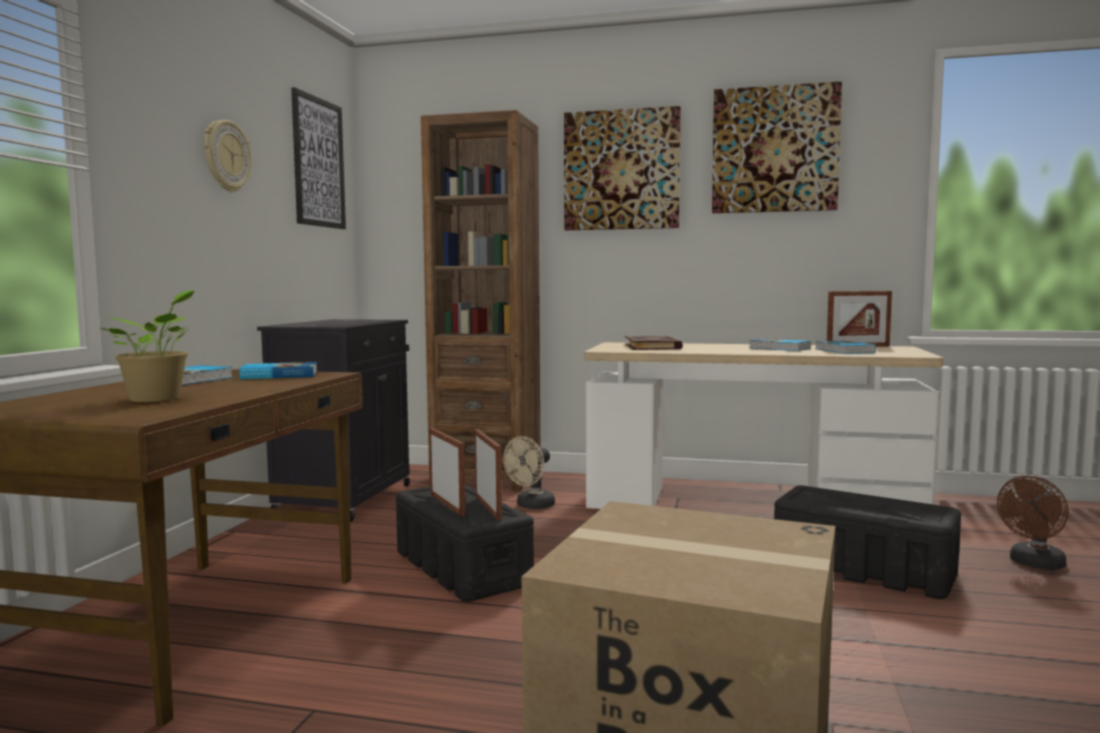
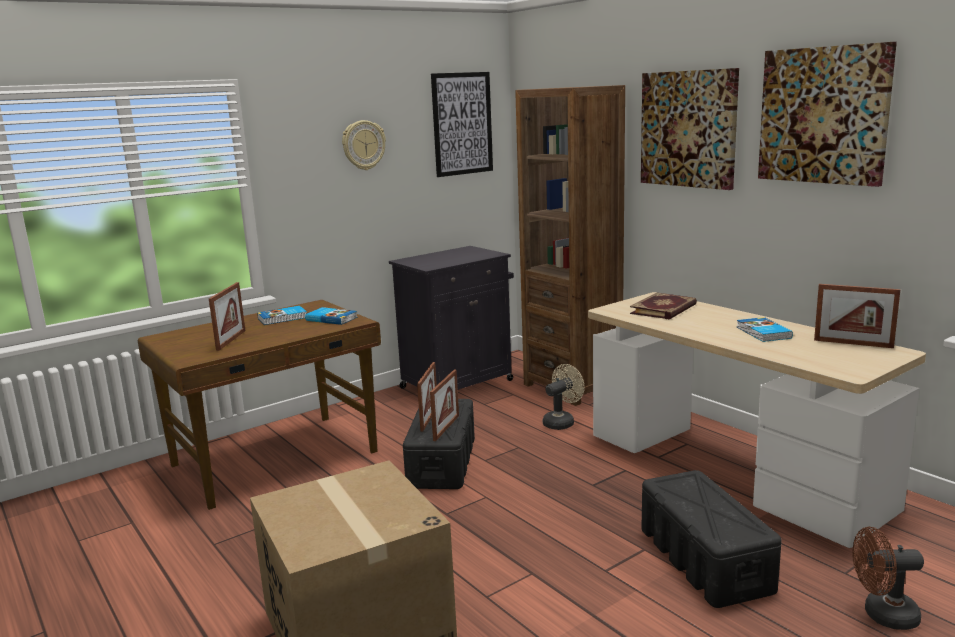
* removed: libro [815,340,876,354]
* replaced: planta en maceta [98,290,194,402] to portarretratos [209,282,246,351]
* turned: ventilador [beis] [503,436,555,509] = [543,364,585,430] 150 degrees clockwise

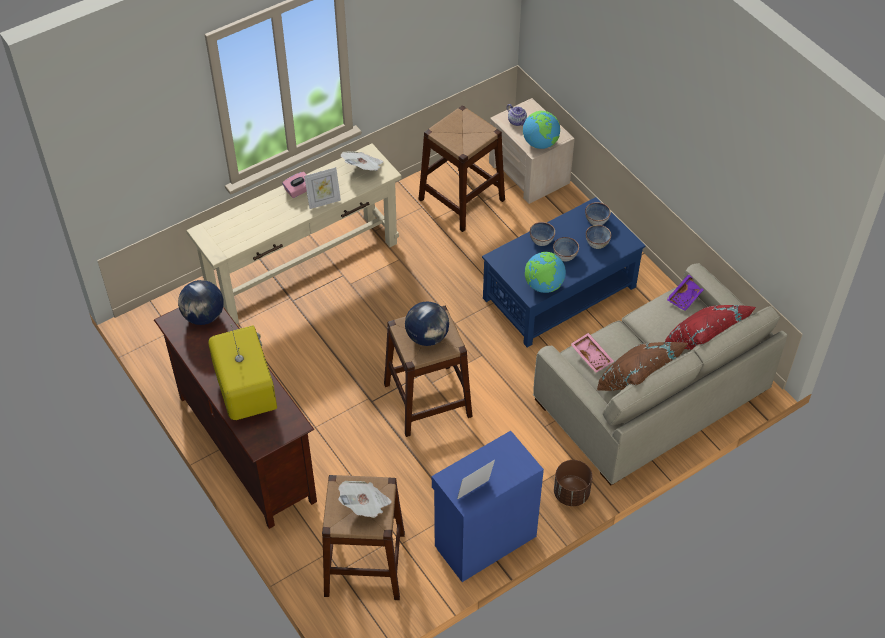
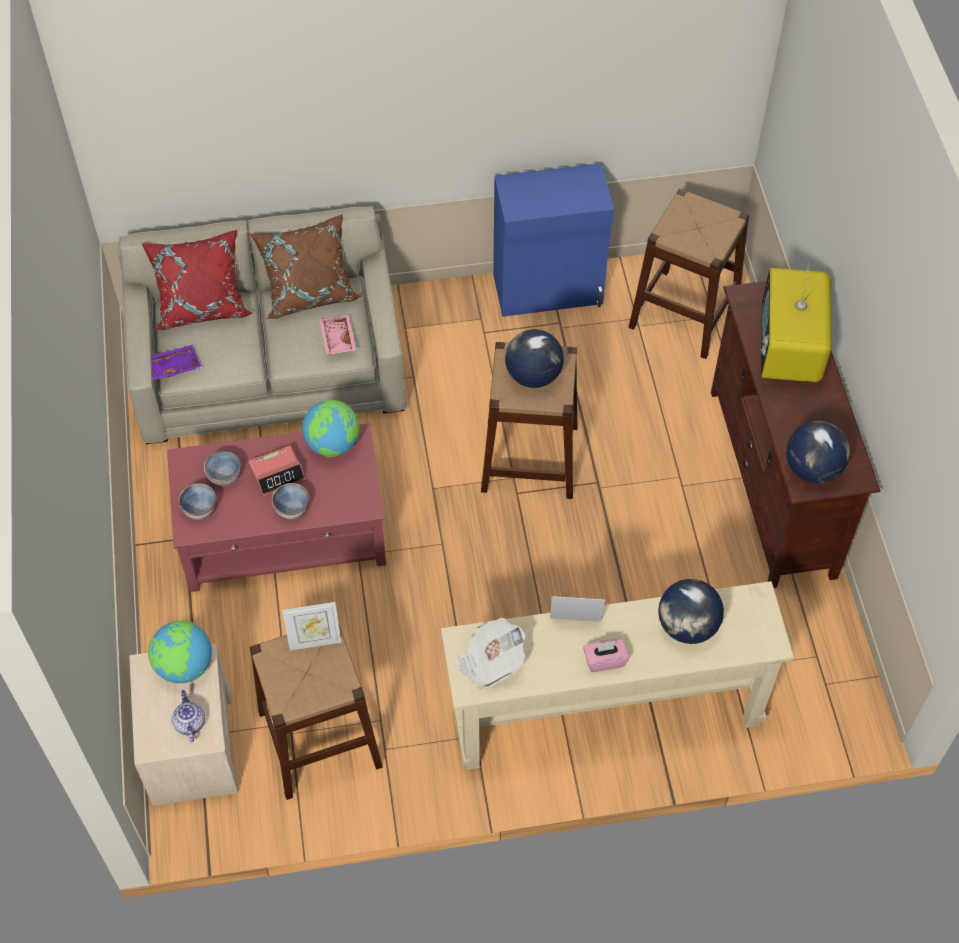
* removed: periódico [338,481,392,518]
* removed: maceta [marrón] [554,460,593,506]
* added: globo terráqueo [658,579,724,644]
* moved: portarretratos [457,460,495,500] to [282,602,341,651]
* replaced: cuenco [553,237,579,261] to despertador [249,445,306,497]
* recoloured: mesa de centro [azul] [482,197,645,347] to mesa de centro [rojo] [167,423,386,592]

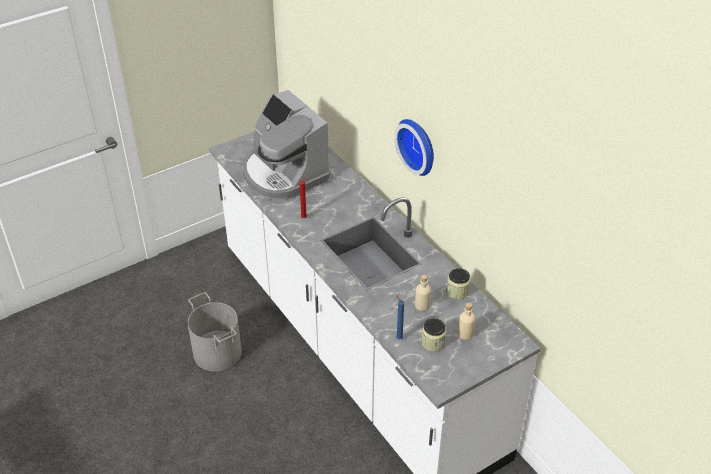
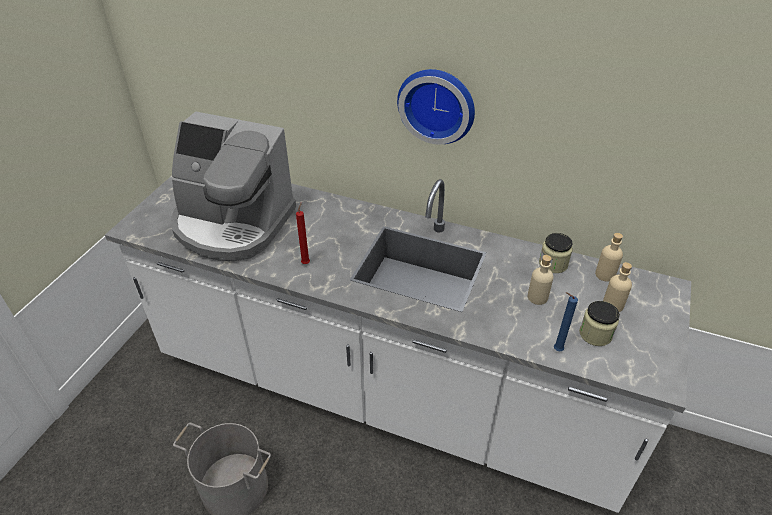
* added: botella [beis] [595,233,623,282]

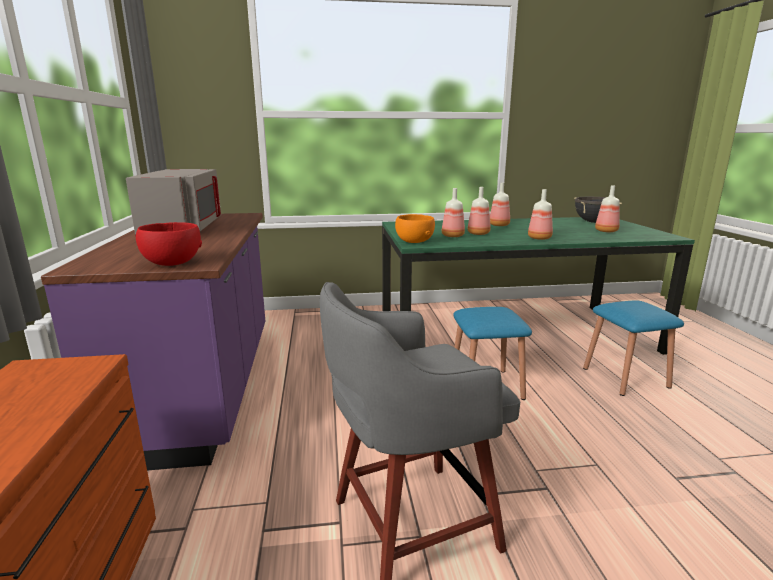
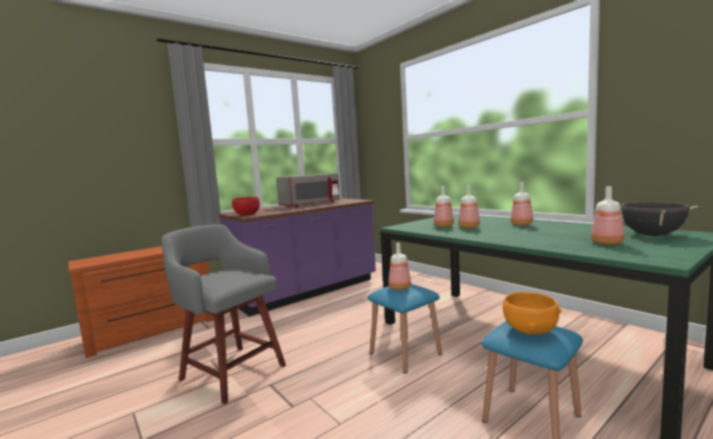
* moved: cuenco [naranja] [395,214,435,243] to [503,292,561,335]
* moved: botella [528,189,553,240] to [389,243,411,290]

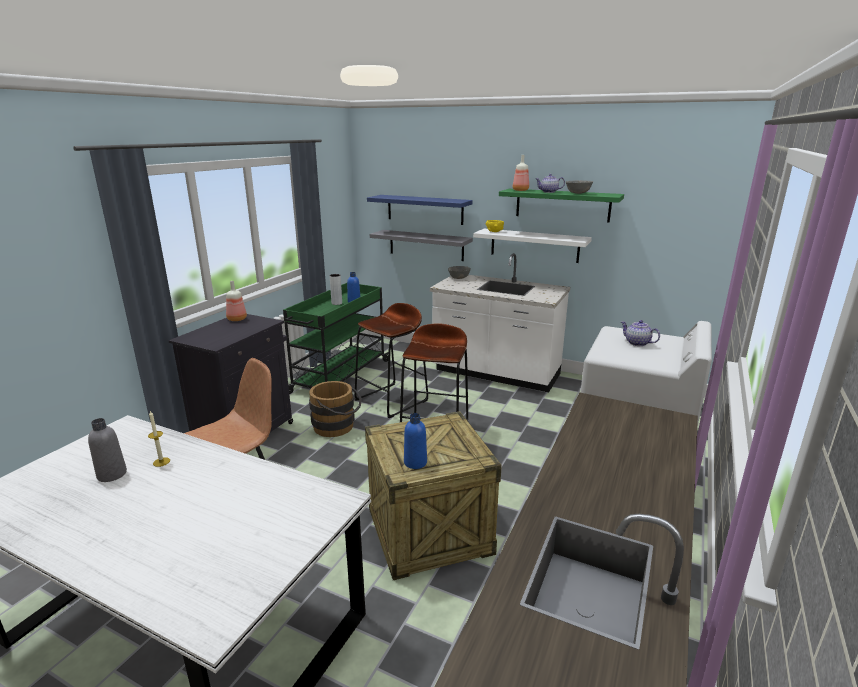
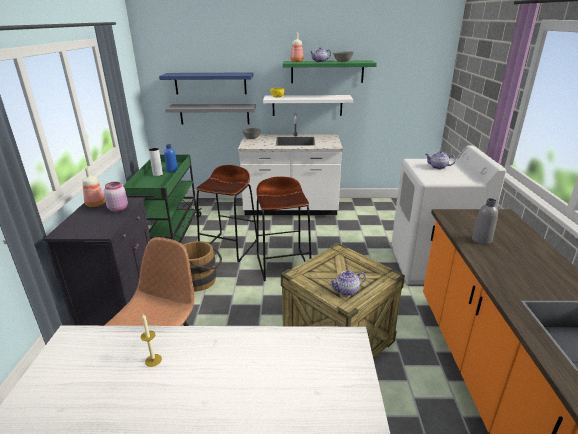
* added: tarro [rosa] [103,182,128,212]
* moved: botella [gris] [88,418,127,482] to [472,198,498,244]
* replaced: botella [azul] [404,413,427,469] to tetera [329,271,366,296]

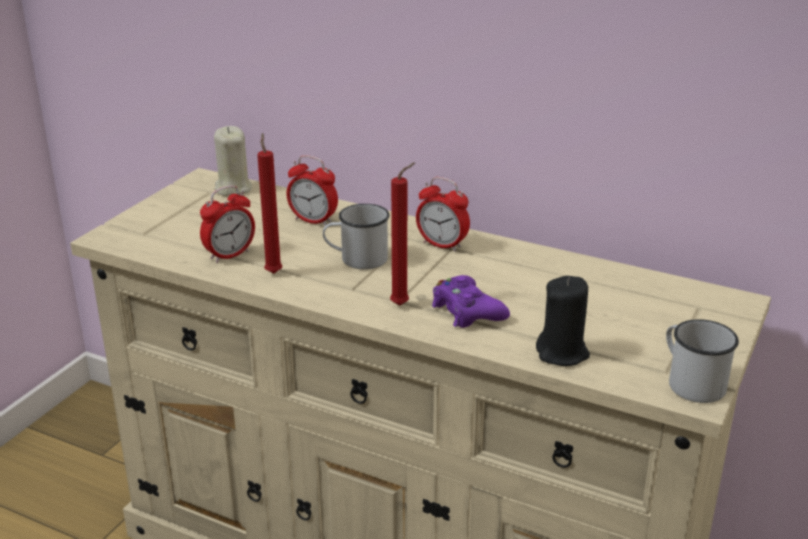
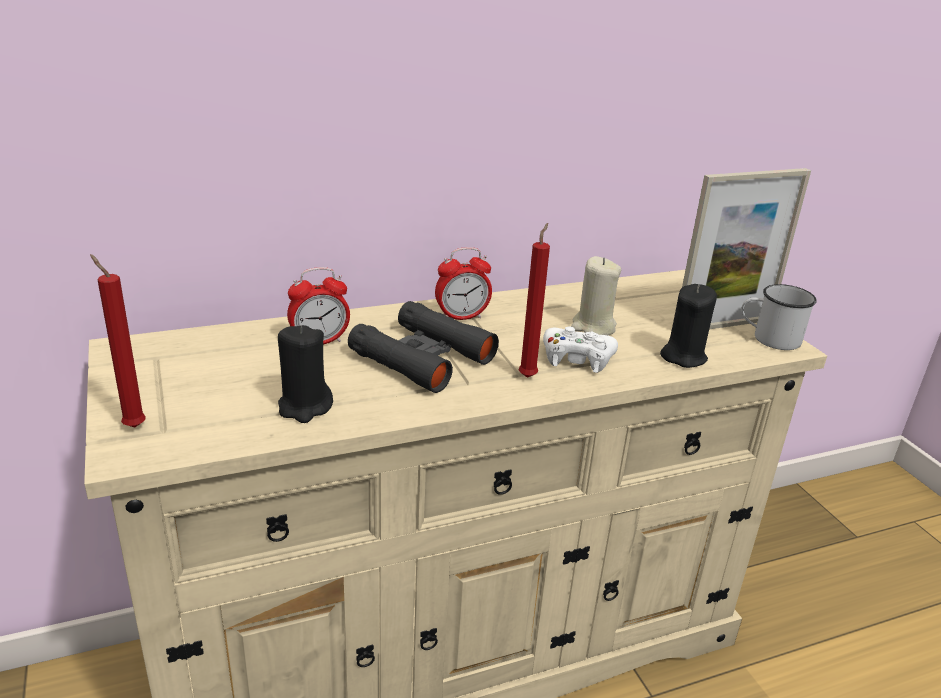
* added: portarretratos [682,168,811,329]
* moved: vela [beis] [214,126,252,196] to [571,256,621,335]
* moved: vela [rojo] [257,133,282,274] to [90,254,146,427]
* replaced: despertador [200,185,255,263] to vela [negro] [278,325,333,423]
* replaced: taza grande [blanco] [323,204,389,270] to prismáticos [negro] [348,301,499,393]
* recoloured: mando de consola [morado] [432,275,510,328] to mando de consola [blanco] [543,327,618,373]

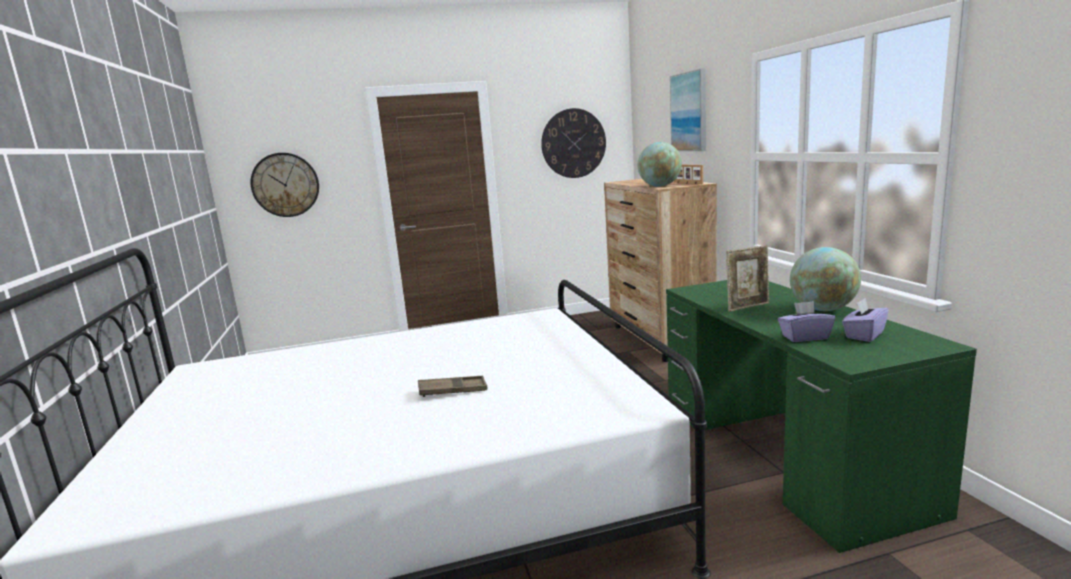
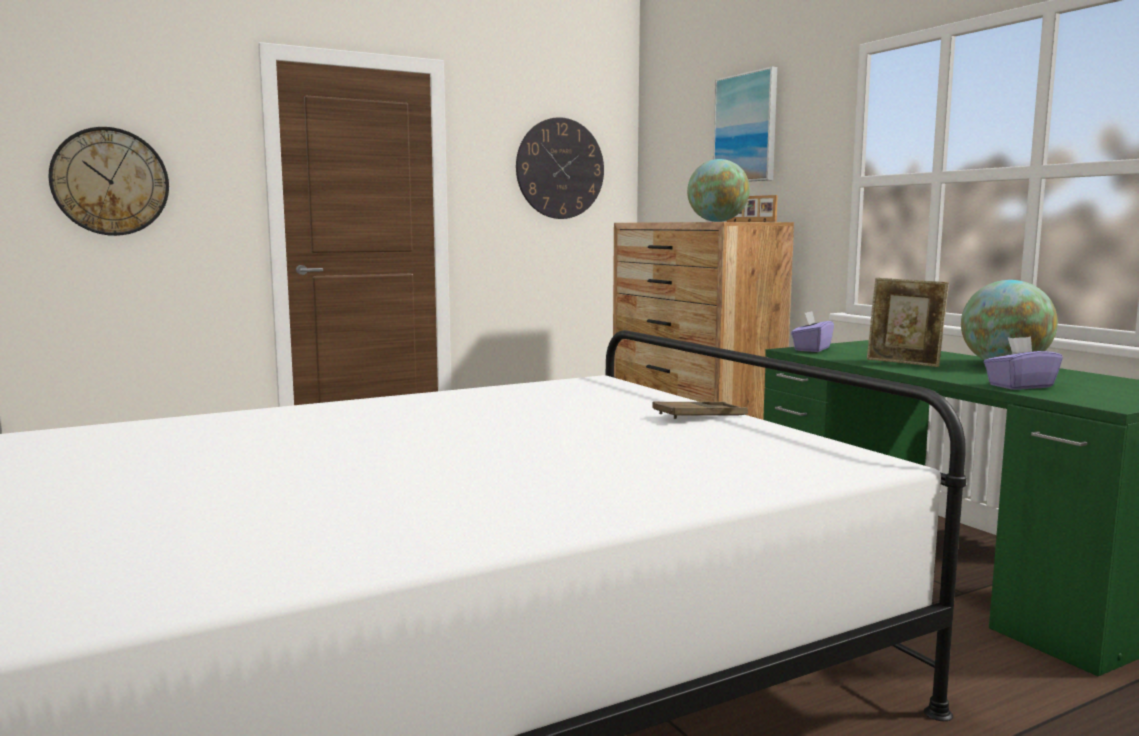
* moved: bandeja [marrón] [418,376,487,397] to [652,402,748,419]
* moved: caja de pañuelos [morado] [842,298,889,342] to [791,311,834,352]
* turned: portarretratos [726,245,769,312] = [867,278,949,367] 75 degrees clockwise

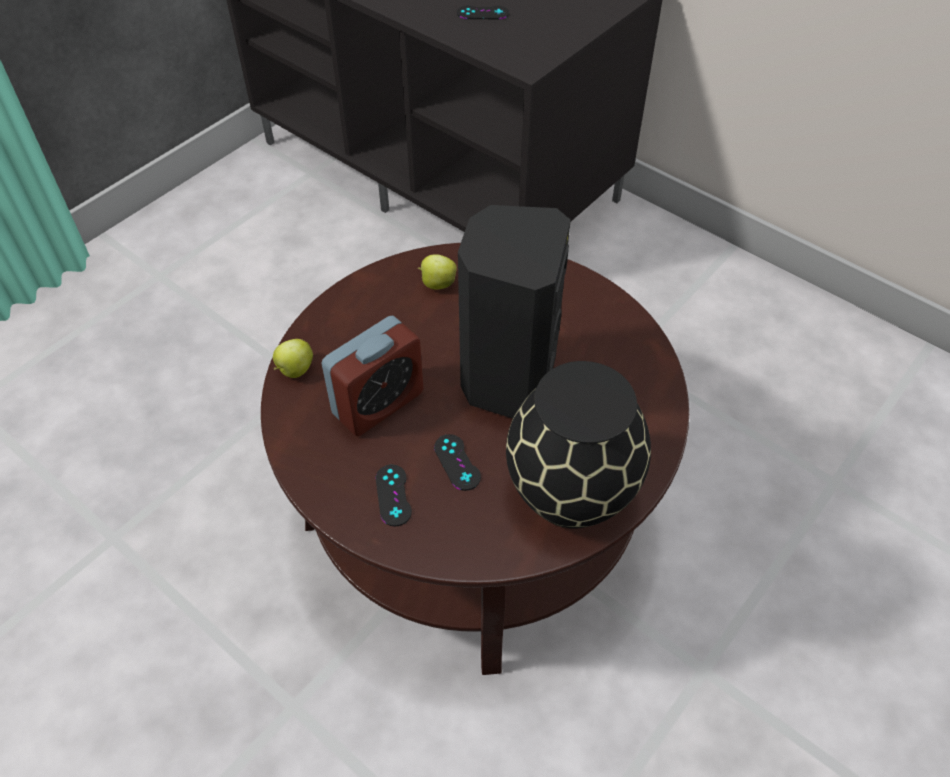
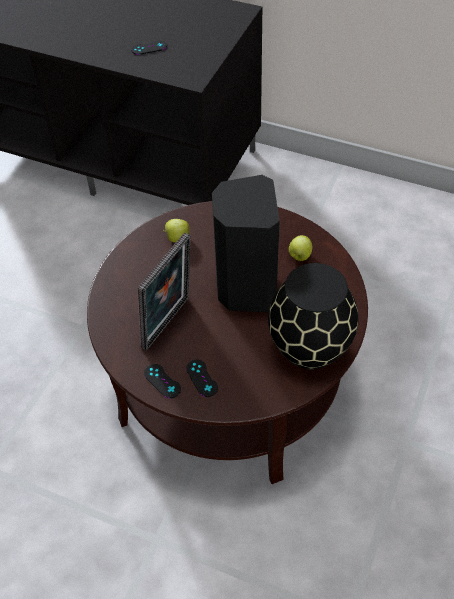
* moved: manzana [273,339,313,378] to [289,235,312,261]
* moved: mando de consola [negro] [434,434,481,491] to [144,364,181,398]
* replaced: despertador [321,316,423,436] to portarretratos [137,233,191,351]

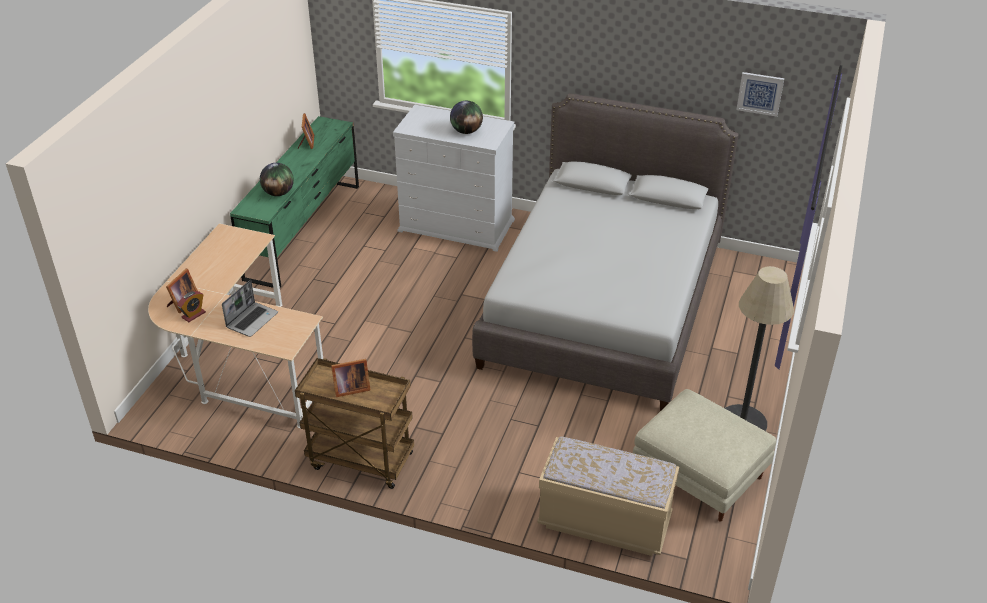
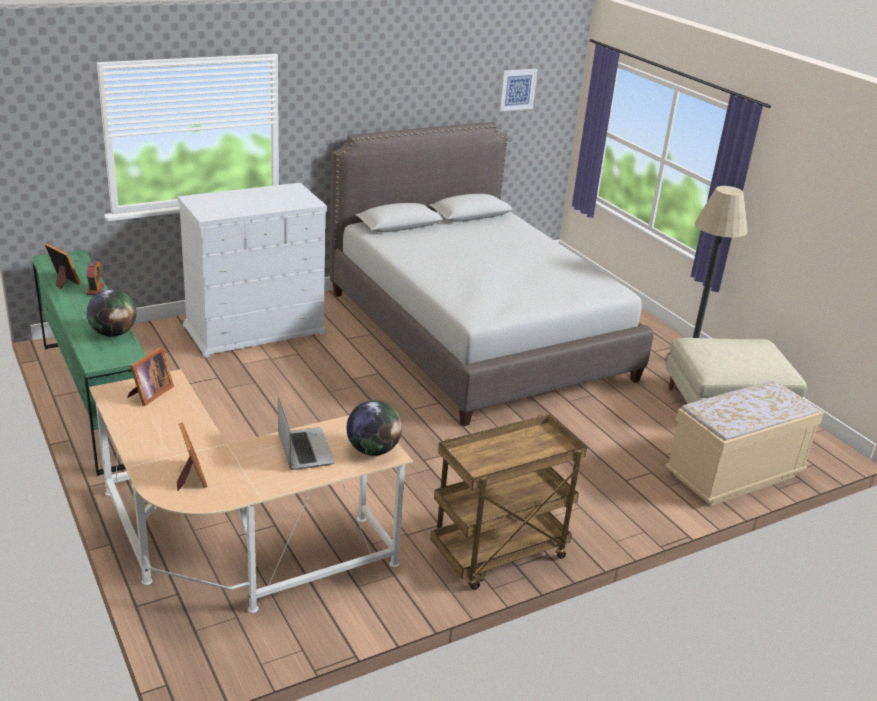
* moved: despertador [177,291,206,322] to [86,260,105,295]
* moved: portarretratos [331,359,370,397] to [127,347,174,406]
* moved: globo terráqueo [450,101,483,134] to [346,400,402,456]

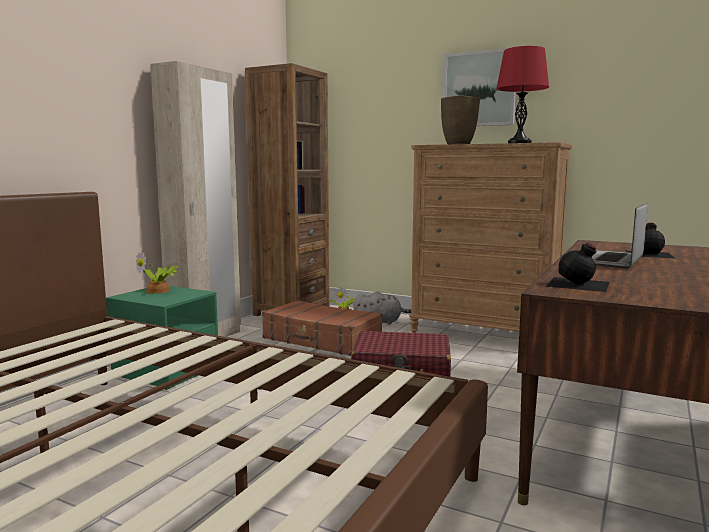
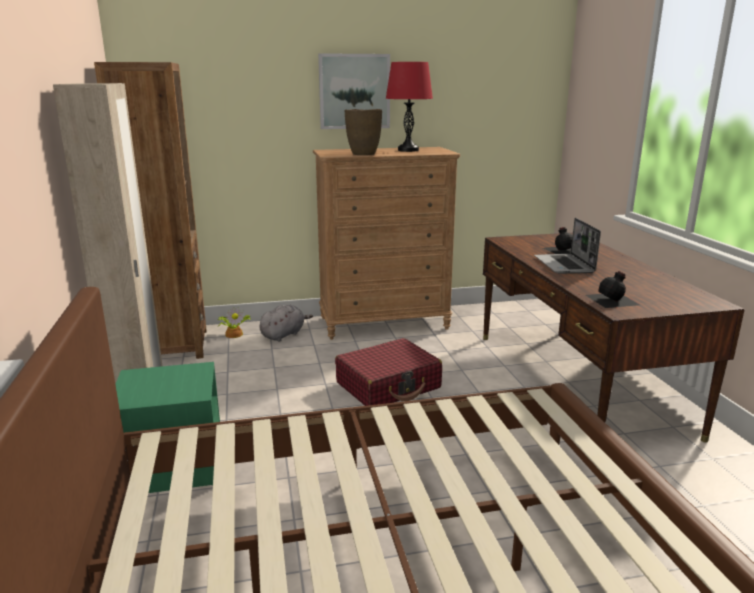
* removed: planta en maceta [135,250,178,294]
* removed: maleta [marrón] [262,300,383,356]

